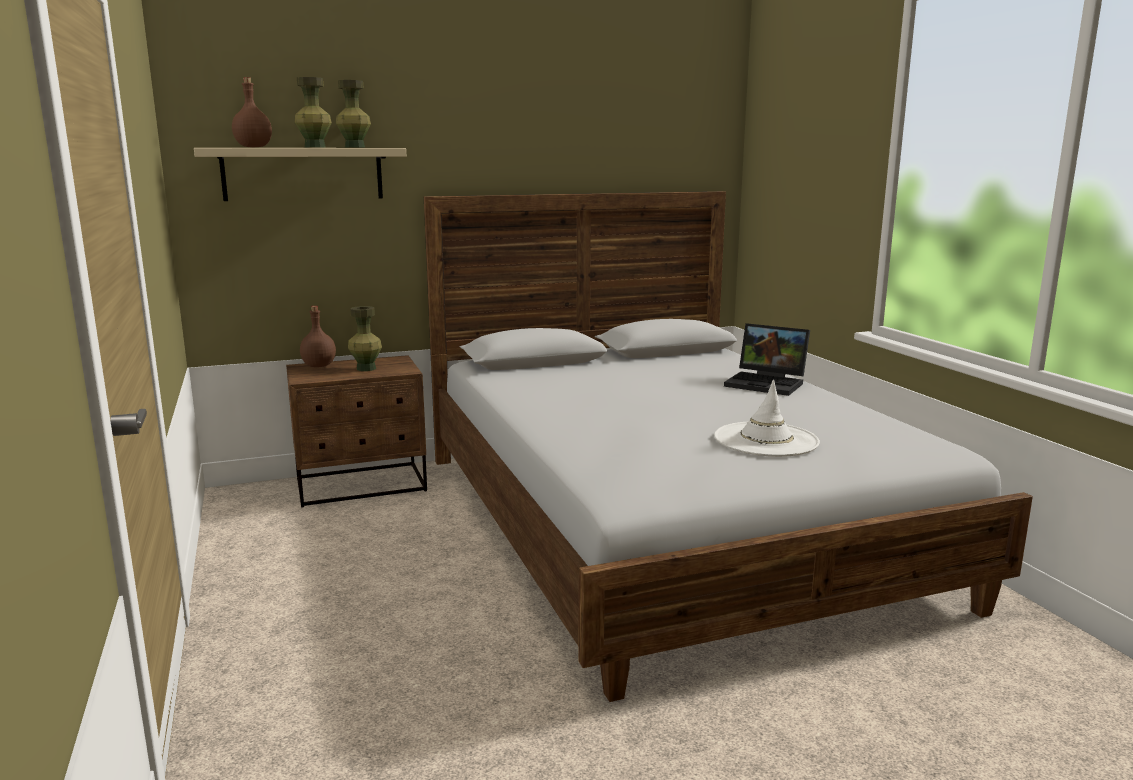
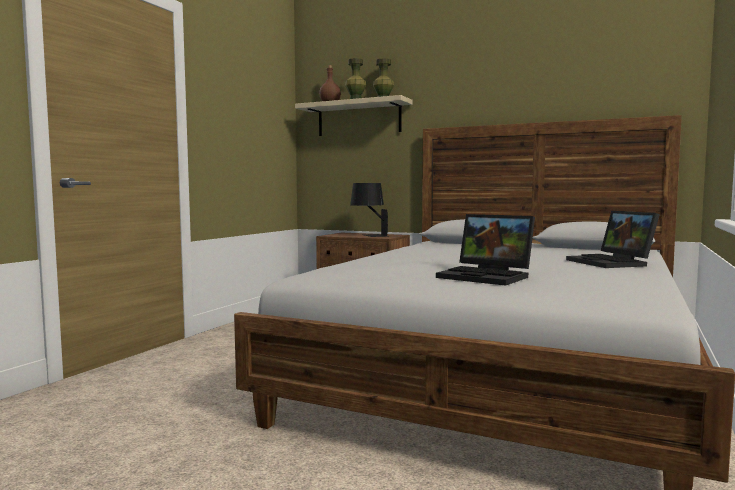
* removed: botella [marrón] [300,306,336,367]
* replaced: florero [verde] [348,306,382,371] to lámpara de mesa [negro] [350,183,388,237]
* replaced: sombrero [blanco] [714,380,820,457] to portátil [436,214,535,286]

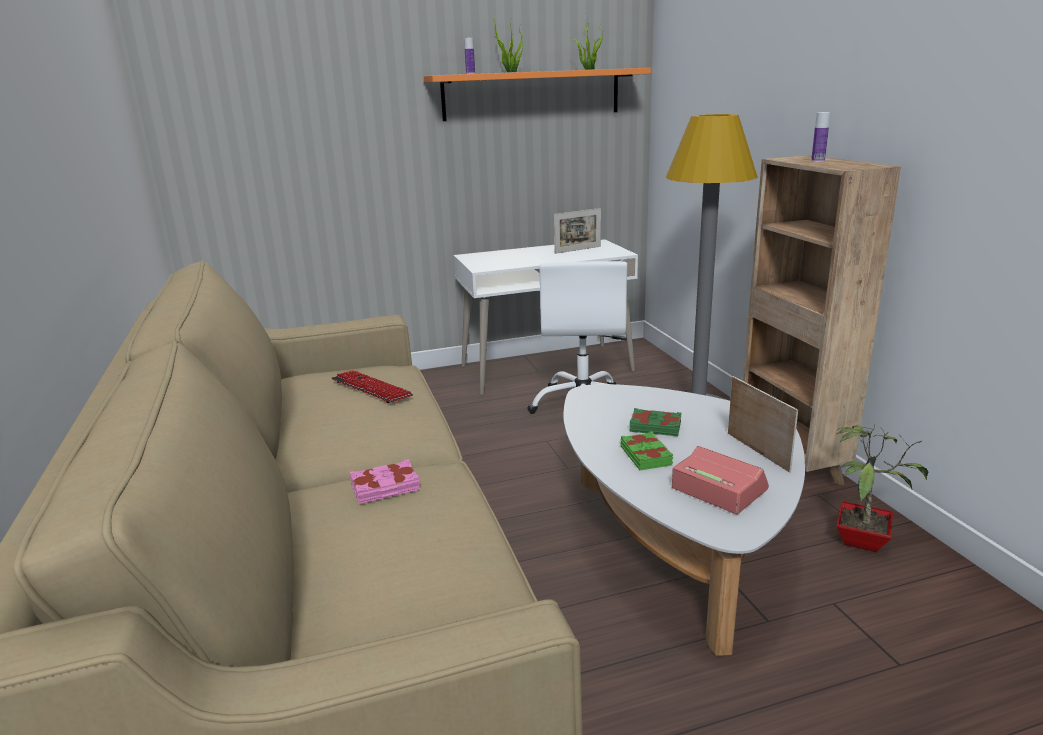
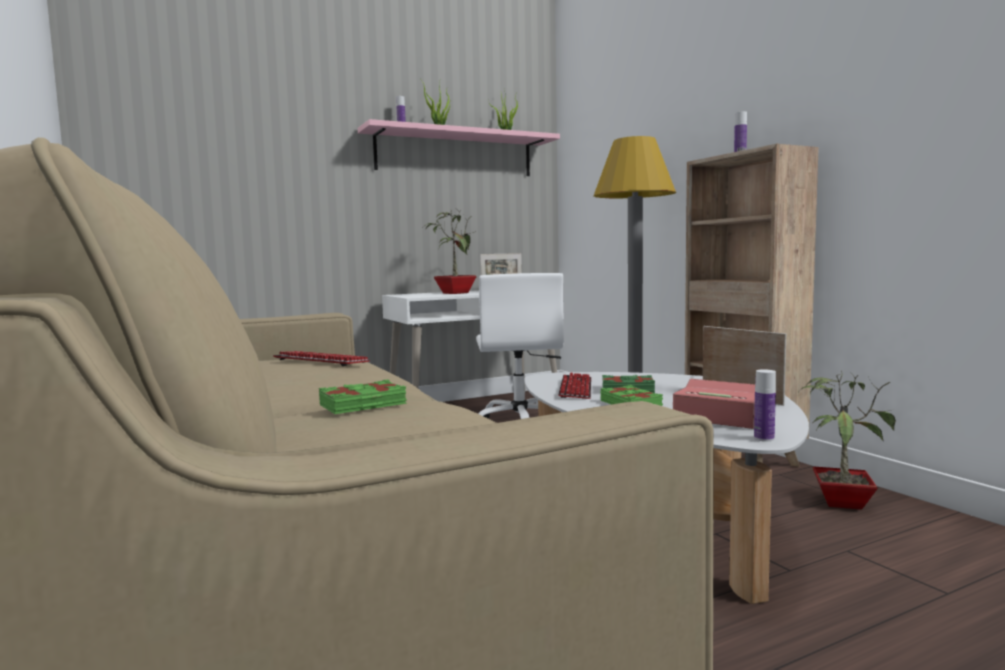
* added: planta en maceta [424,209,476,294]
* added: teclado [558,372,591,399]
* added: botella [754,369,776,442]
* recoloured: libro [rosa] [350,459,420,504] to libro [verde] [319,380,407,414]
* recoloured: estante [naranja] [424,68,651,121] to estante [rosa] [358,119,560,176]

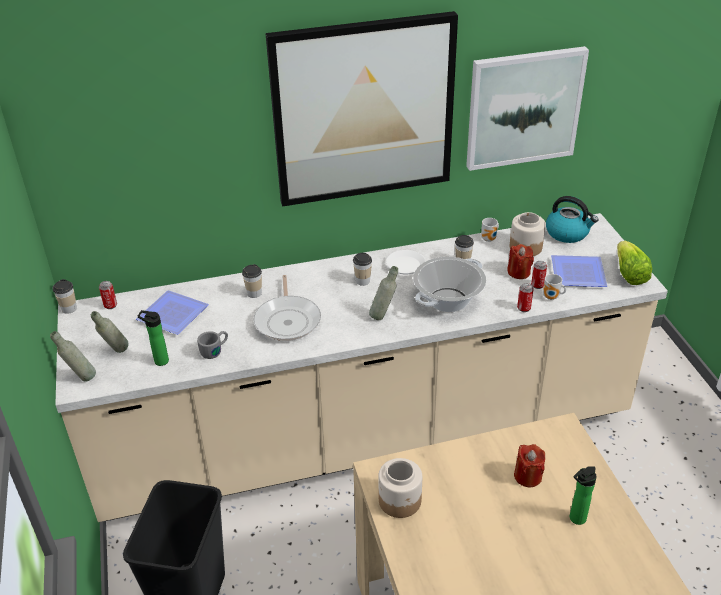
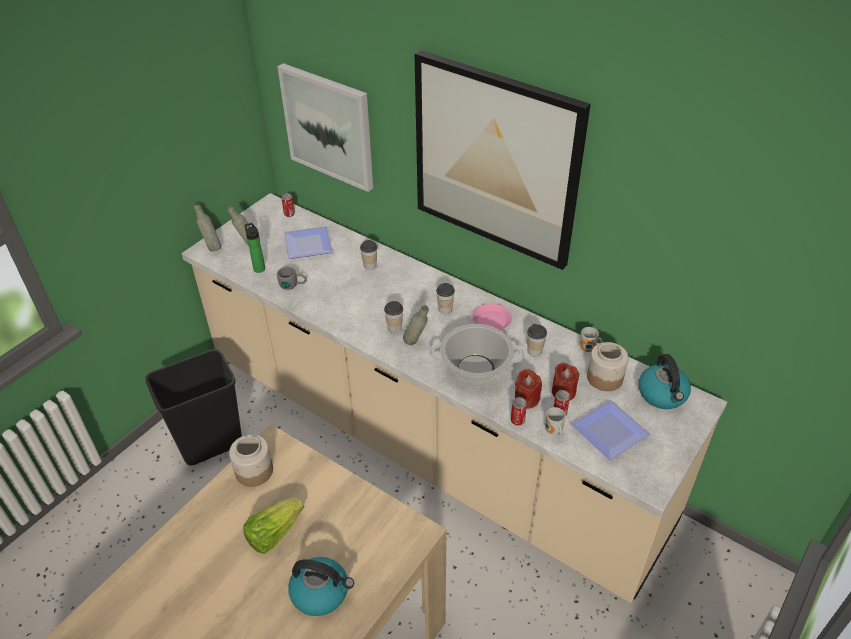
* removed: sartén [254,275,321,341]
* moved: taza [53,279,77,314] to [384,301,403,333]
* moved: cuadro [466,46,589,171] to [277,63,373,192]
* moved: vela [rojo] [514,444,545,487] to [515,369,542,409]
* moved: lechuga [617,241,652,285] to [243,498,304,554]
* replaced: botella [570,466,597,525] to hervidor [288,557,354,616]
* recoloured: plato [blanco] [386,250,426,275] to plato [rosa] [472,304,512,330]

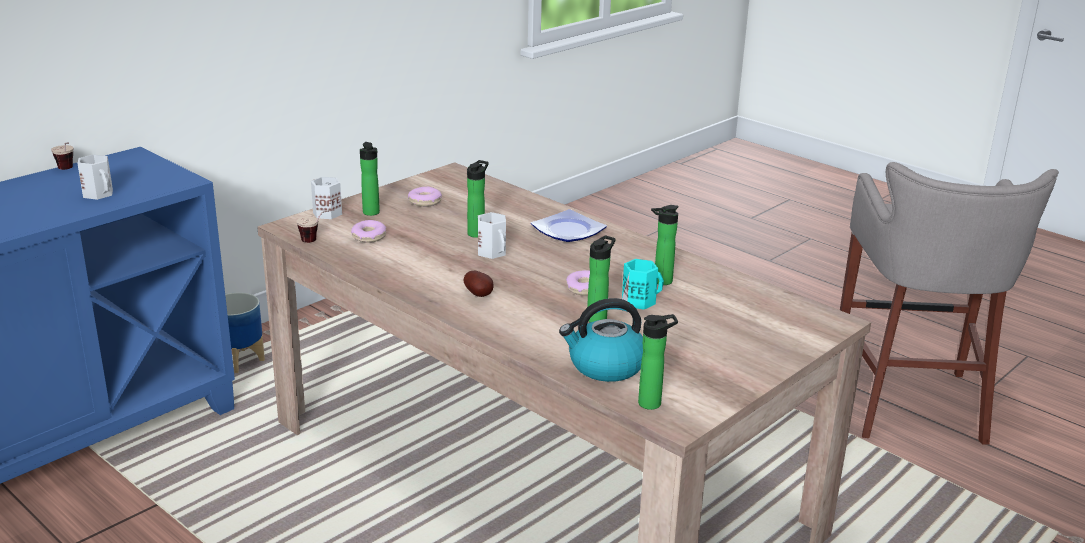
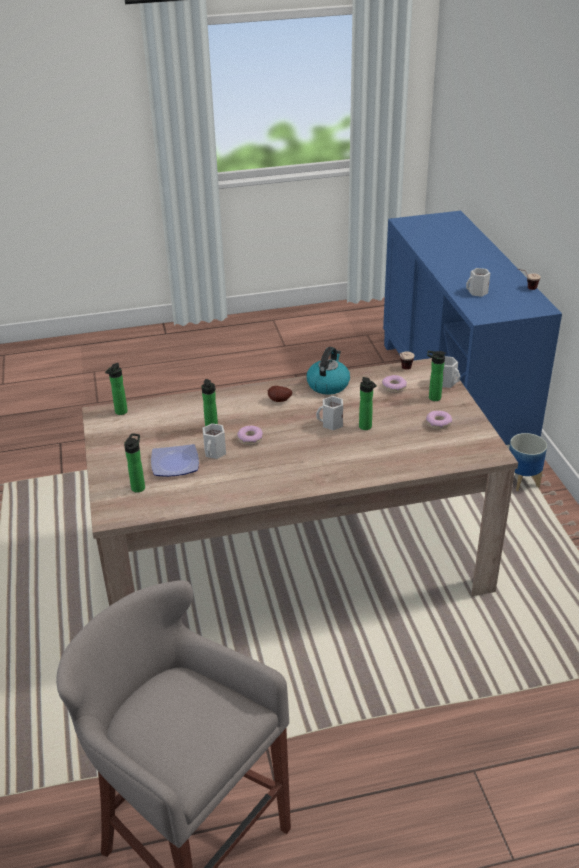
* moved: plato [531,209,607,242] to [151,444,199,477]
* moved: hervidor [559,298,643,382] to [306,347,350,395]
* moved: botella [651,205,679,285] to [124,433,145,493]
* recoloured: taza grande [turquesa] [622,259,664,310] to taza grande [blanco] [203,423,226,459]

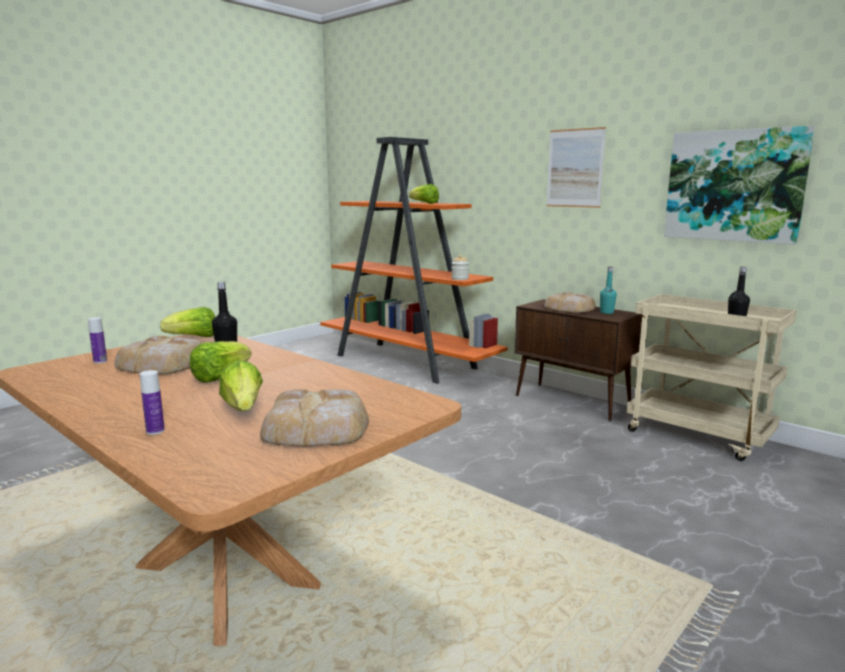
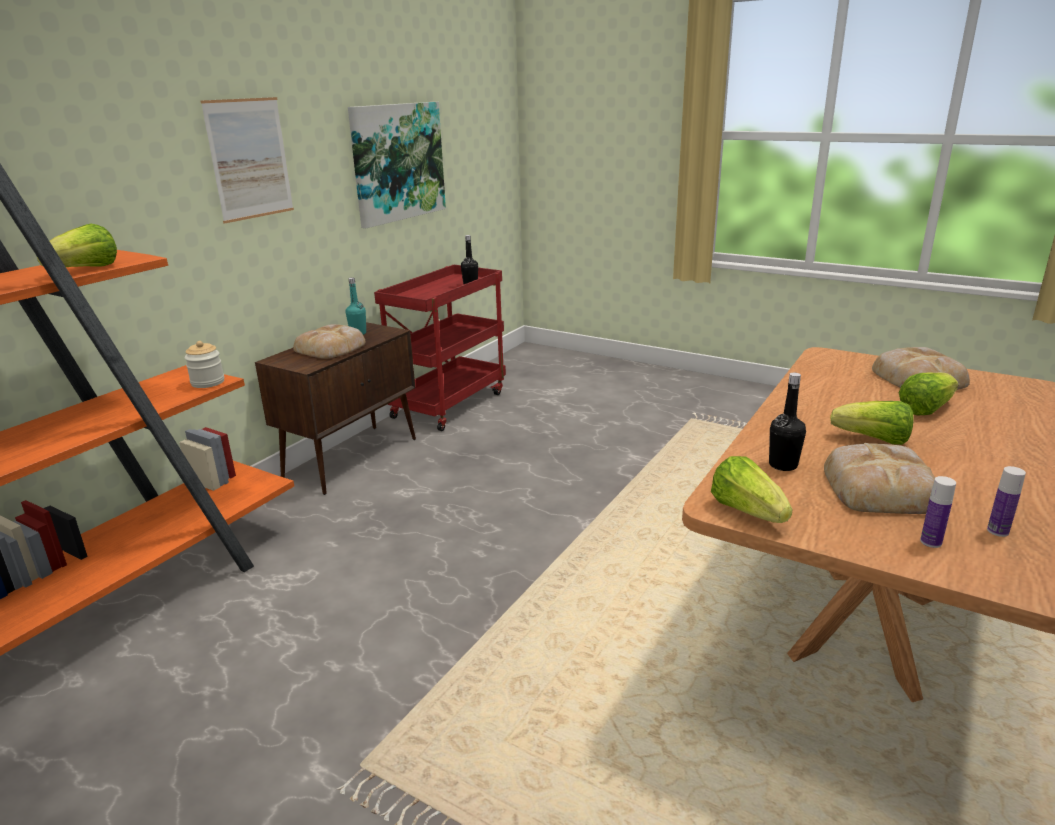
* moved: botella [140,370,165,435] to [987,466,1026,537]
* recoloured: carrito [beis] [627,294,797,461] to carrito [rojo] [374,265,506,431]

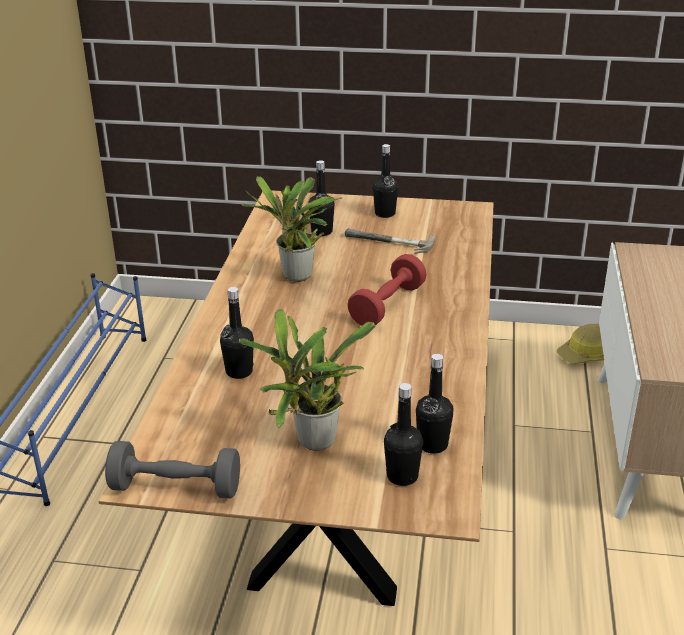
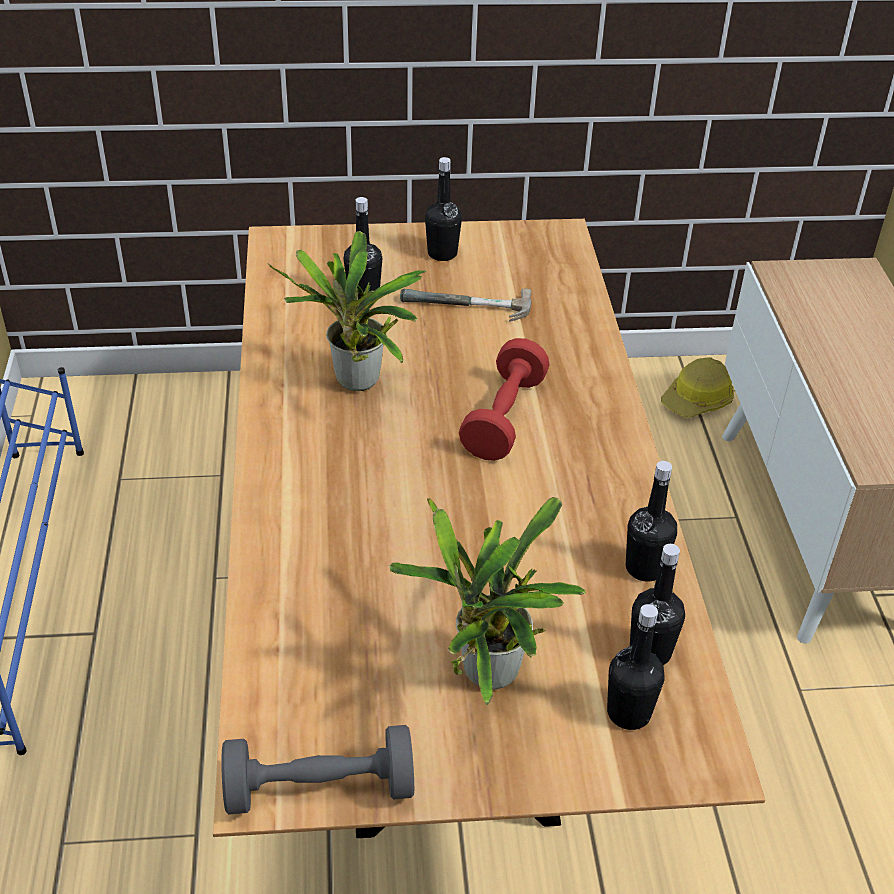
* moved: botella [negro] [220,287,254,379] to [626,461,677,582]

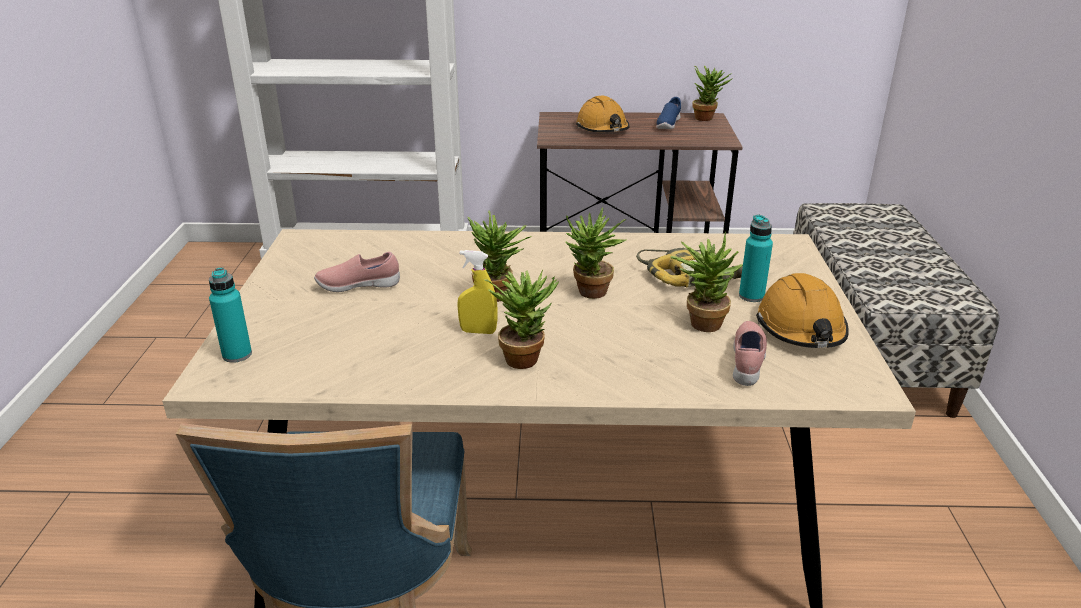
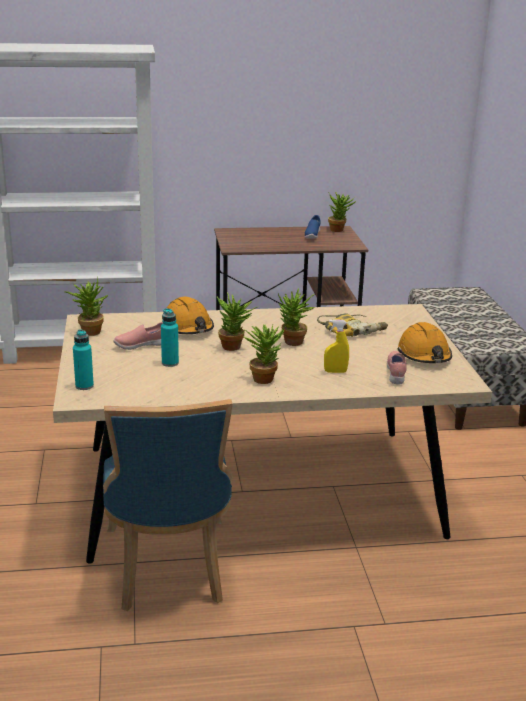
* moved: pulverizador [amarillo] [457,250,498,334] to [324,319,349,373]
* moved: casco [naranja] [576,95,630,132] to [162,297,214,334]
* moved: planta en maceta [671,232,743,332] to [64,277,108,336]
* moved: botella [turquesa] [739,215,773,302] to [161,308,179,367]

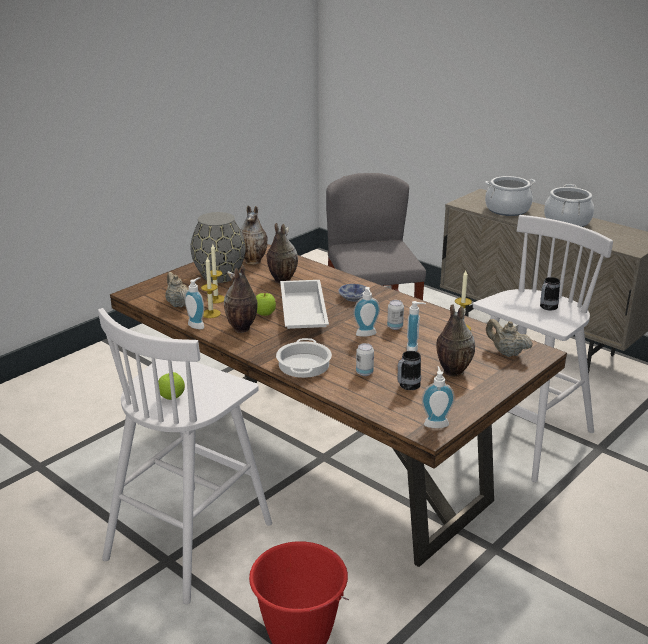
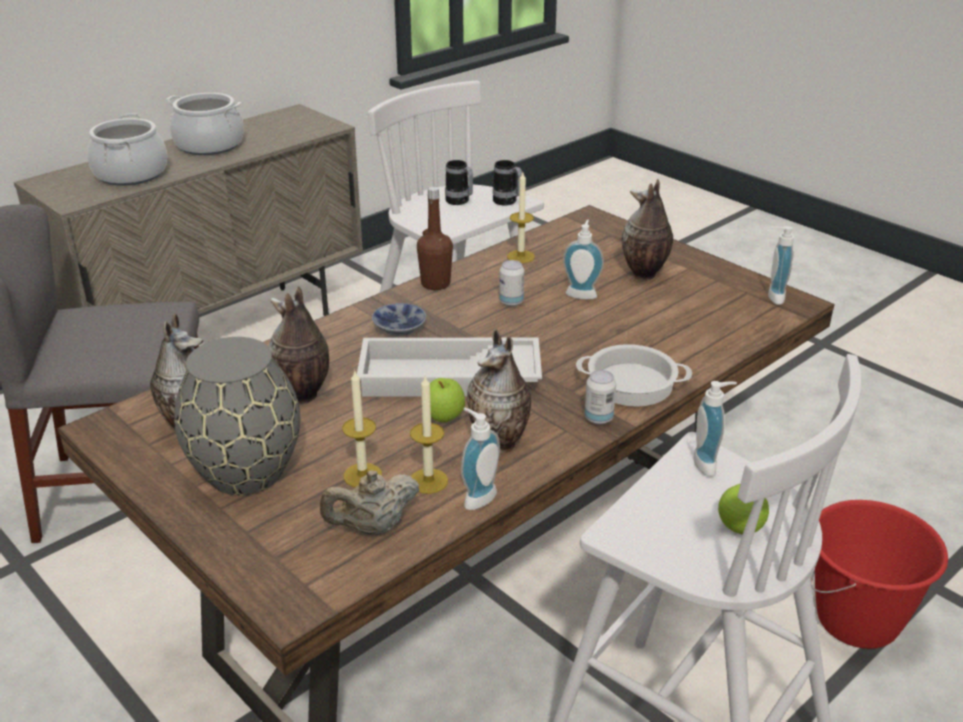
* removed: tetera [beis] [486,319,533,357]
* added: botella [marrón] [417,186,453,290]
* moved: dispensador de jabón [353,287,380,337] to [693,381,737,476]
* moved: lata [356,343,374,376] to [584,370,616,424]
* moved: taza grande [397,351,421,390] to [493,160,522,205]

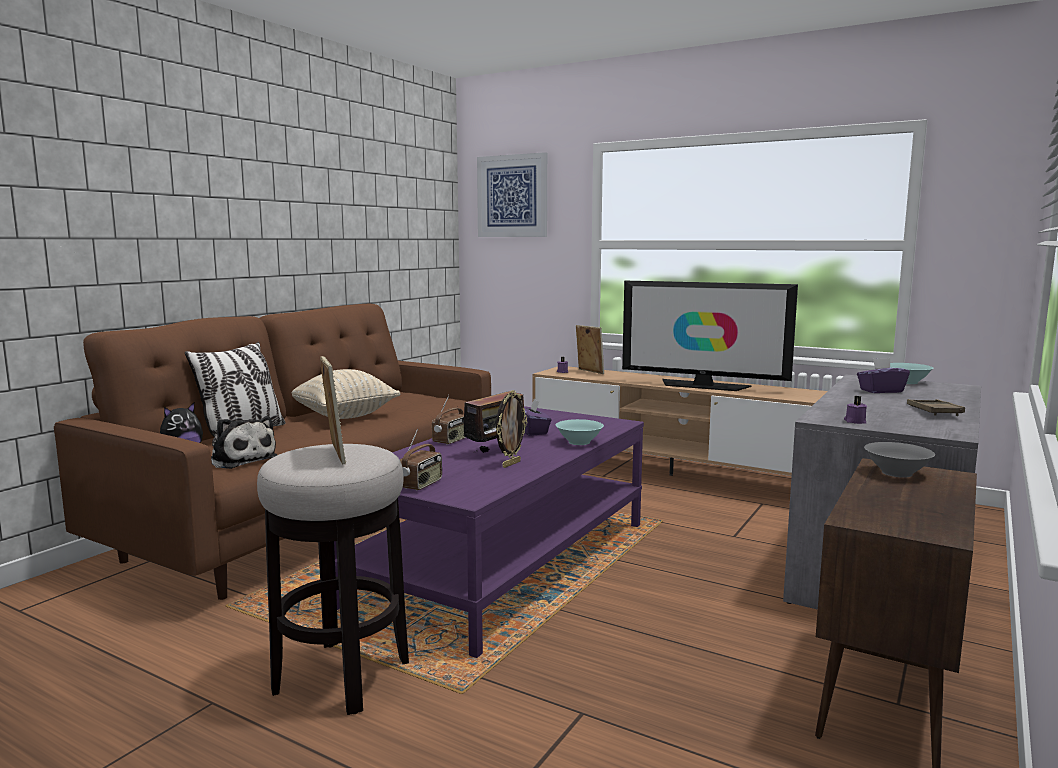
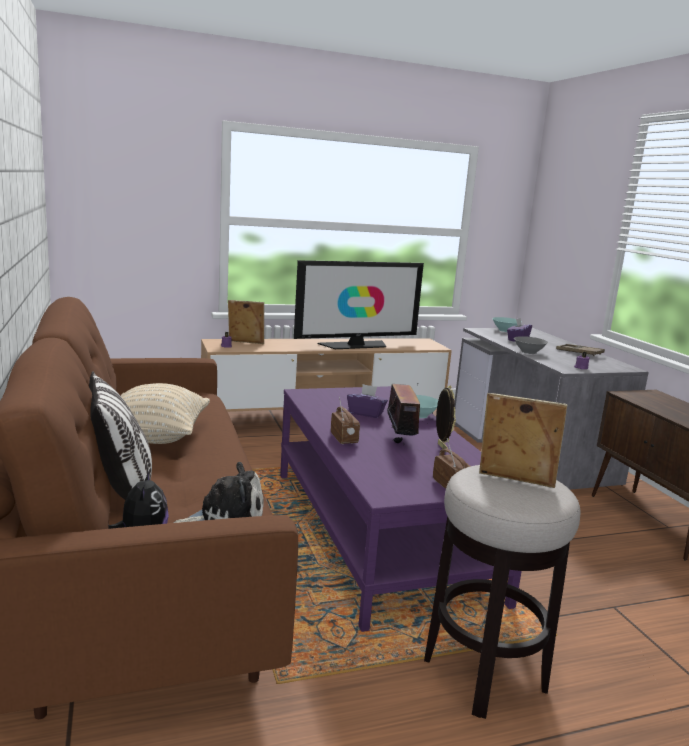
* removed: cuadro [477,152,547,237]
* moved: cuenco [gris] [864,442,935,478] to [514,336,548,354]

